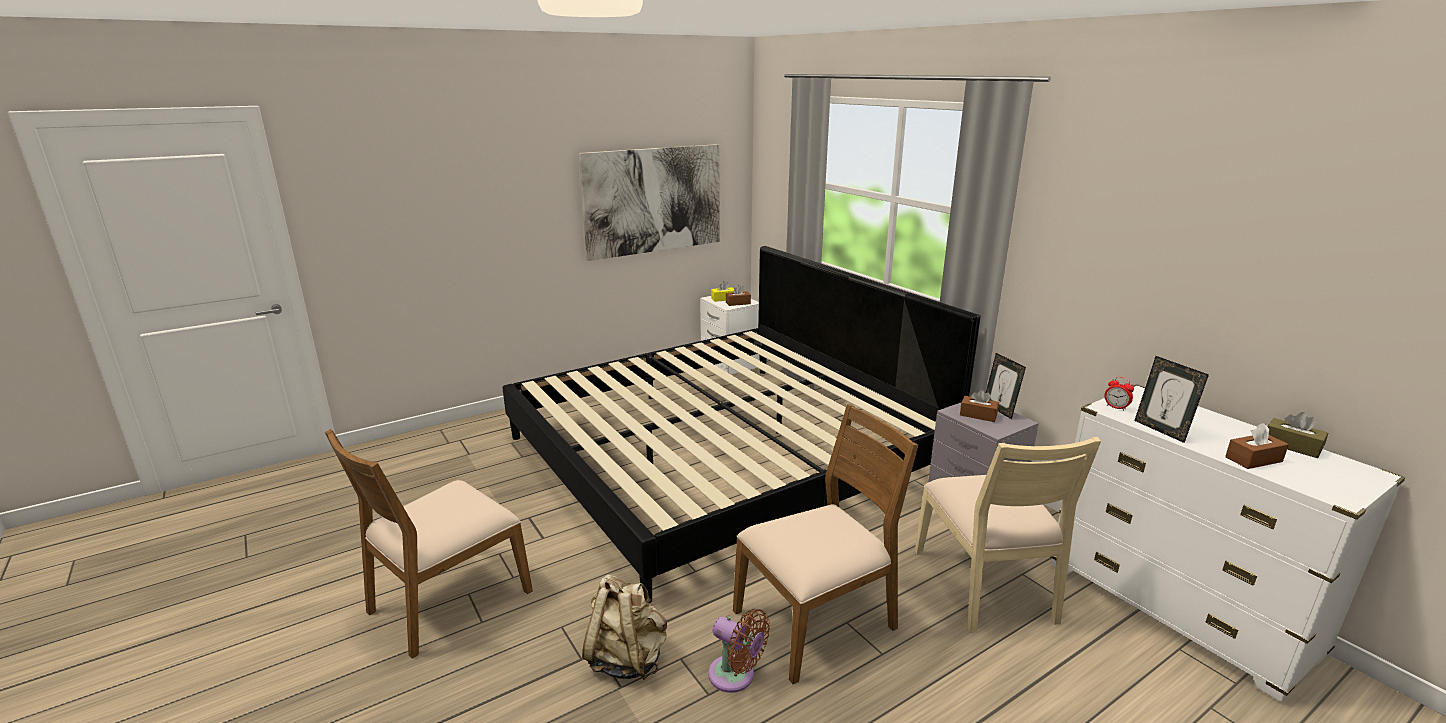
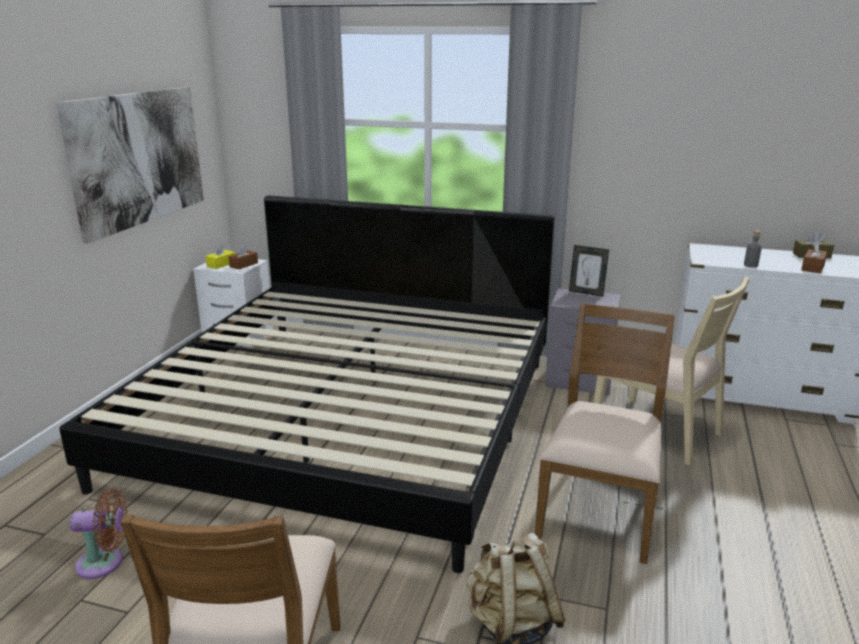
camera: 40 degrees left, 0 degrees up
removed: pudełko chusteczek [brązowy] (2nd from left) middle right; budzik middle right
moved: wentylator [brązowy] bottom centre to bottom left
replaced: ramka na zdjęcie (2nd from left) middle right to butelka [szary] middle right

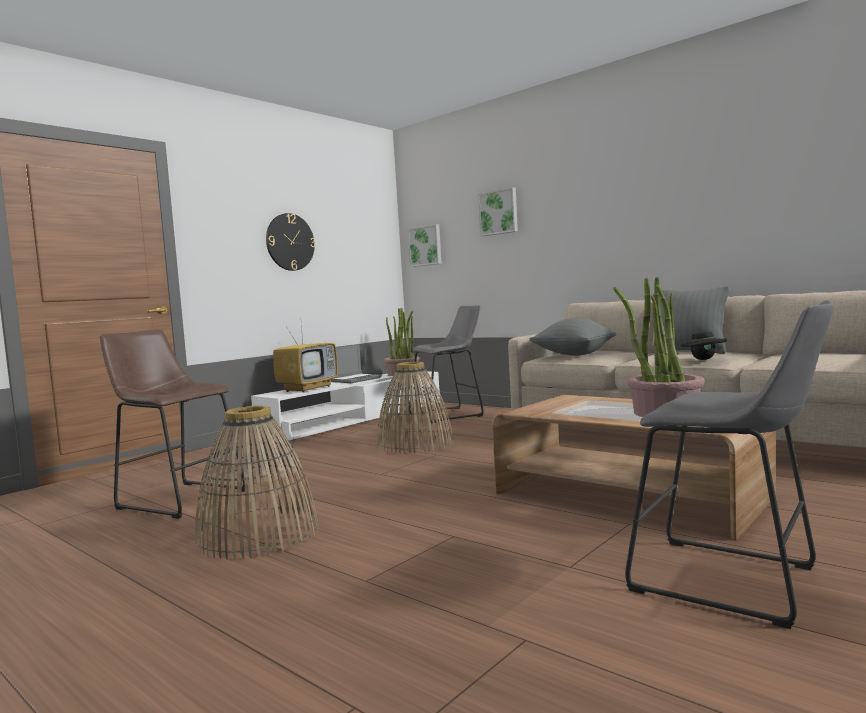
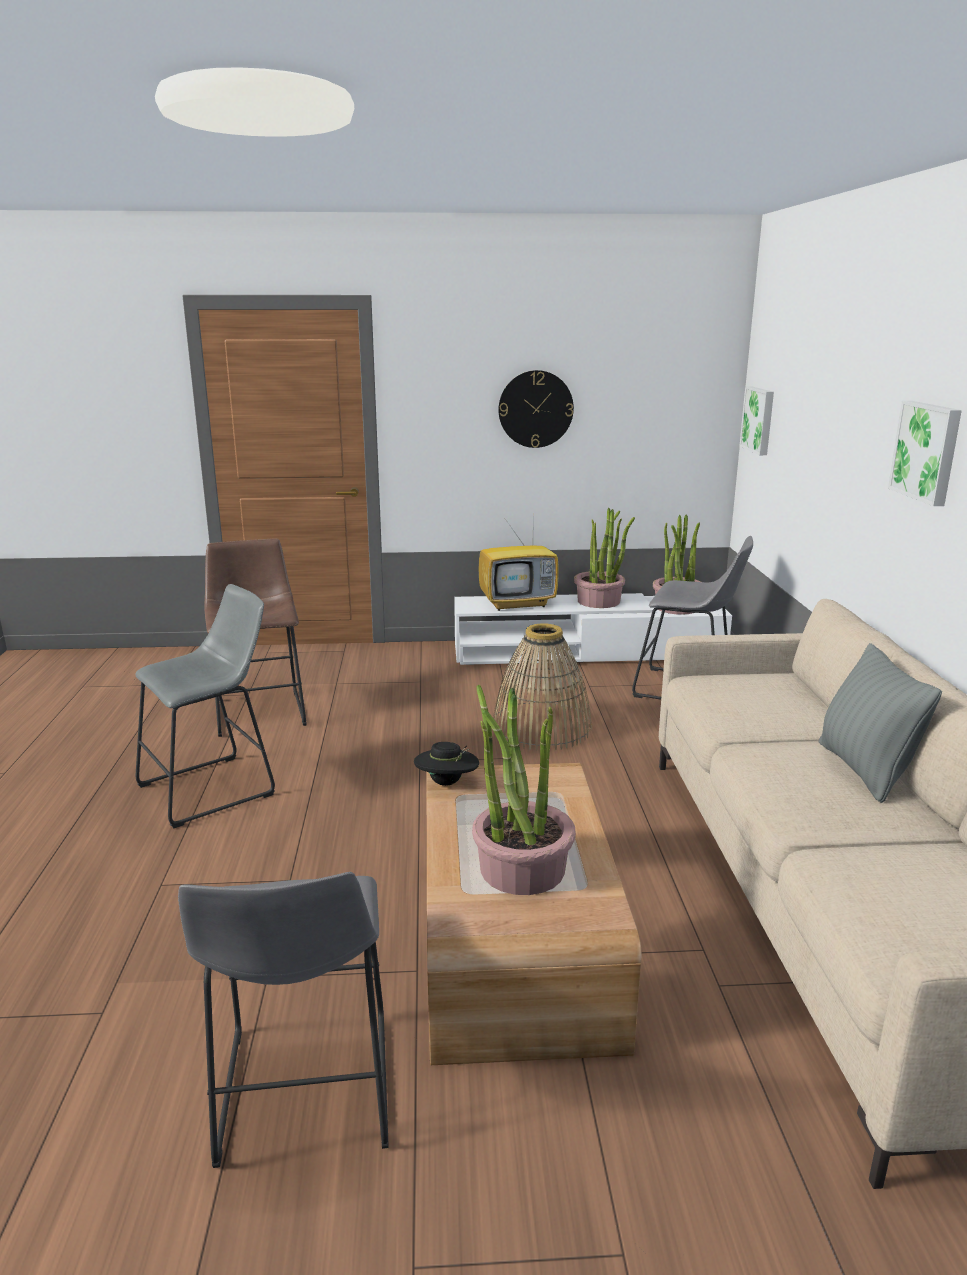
camera: 45 degrees right, 15 degrees up
removed: poduszka [szary] (1st from left) centre
moved: obraz (2nd from left) top centre to middle right; kapelusz [czarny] middle right to centre
replaced: koszyk (1st from left) bottom left to stołek [szary] (1st from left) middle left; laptop centre to roślina doniczkowa (2nd from left) centre

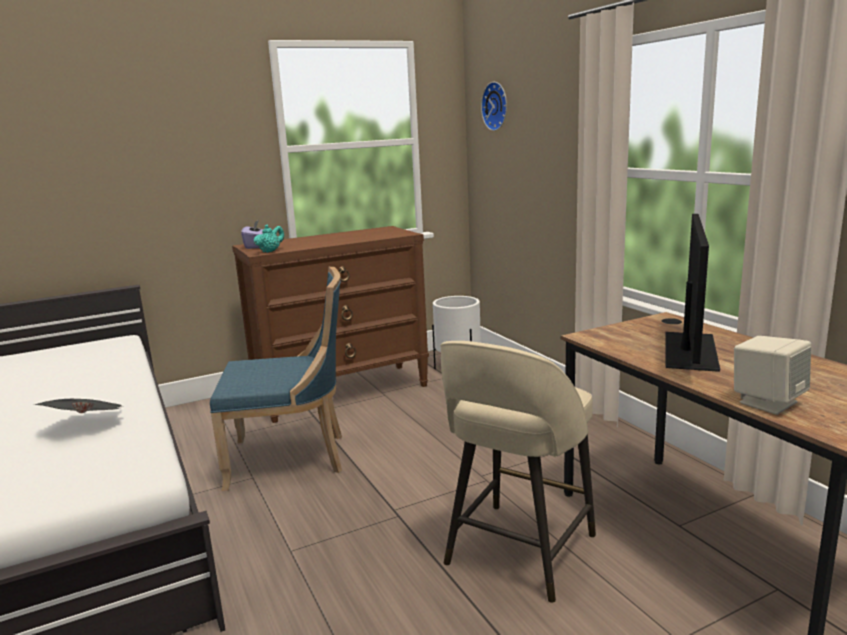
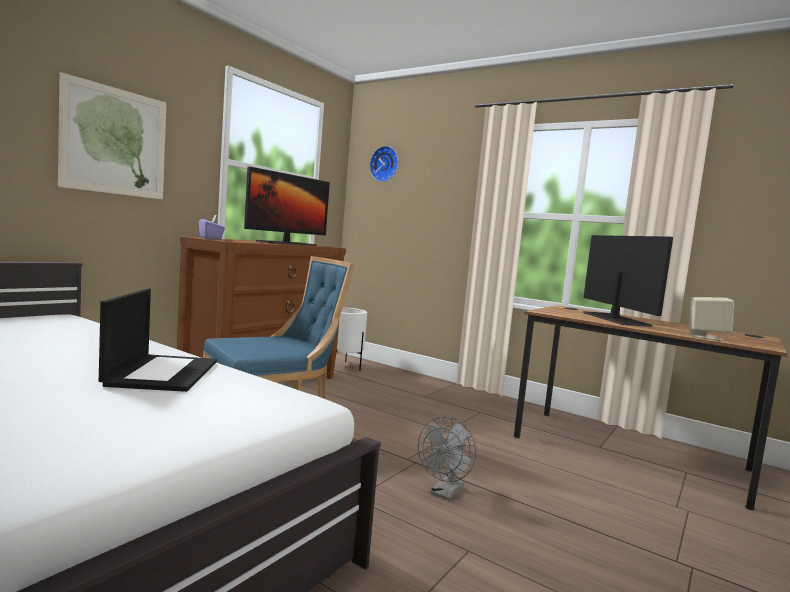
camera: 30 degrees left, 10 degrees down
removed: imbryk [turkusowy] middle left; stołek [beżowy] bottom centre
added: obraz top left; monitor (1st from left) centre; wentylator [szary] bottom centre
replaced: gazeta middle left to laptop middle left

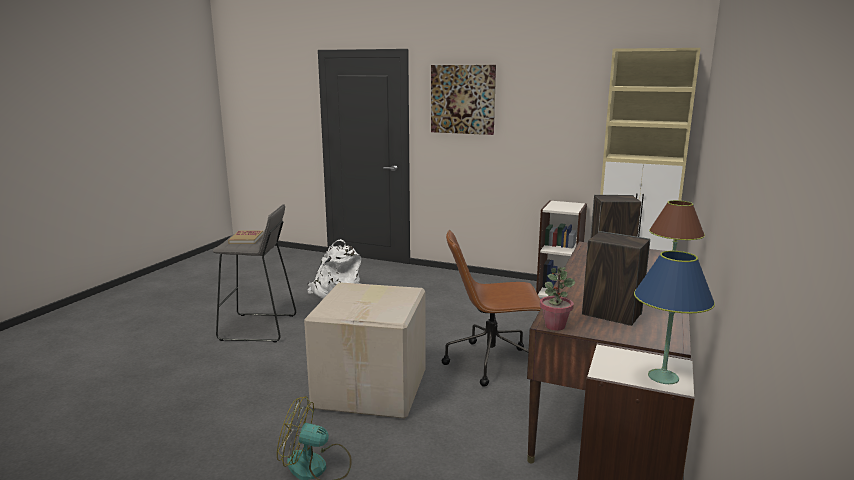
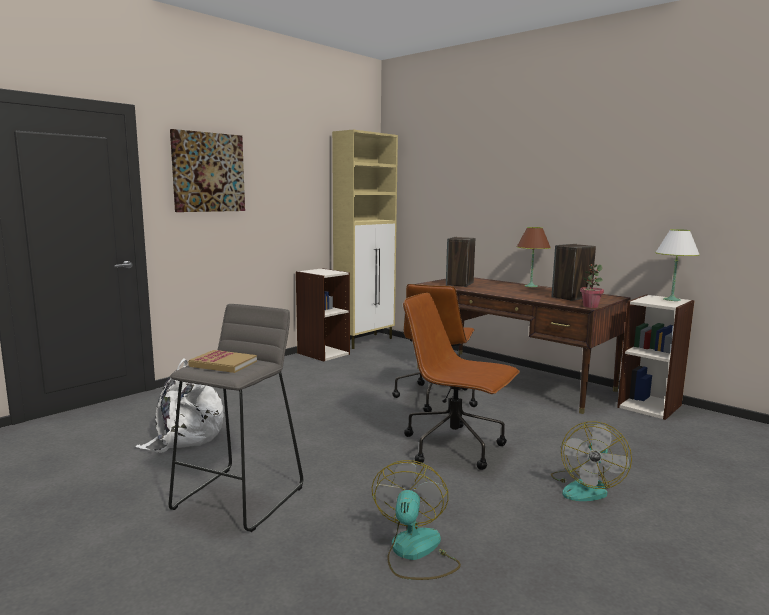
camera: 70 degrees left, 5 degrees down
added: wentylator (1st from left) bottom centre
replaced: karton bottom centre to krzesło biurowe [brązowy] (2nd from left) centre
recoloured: lampa stołowa [niebieski] middle right to lampa stołowa [biały] middle right

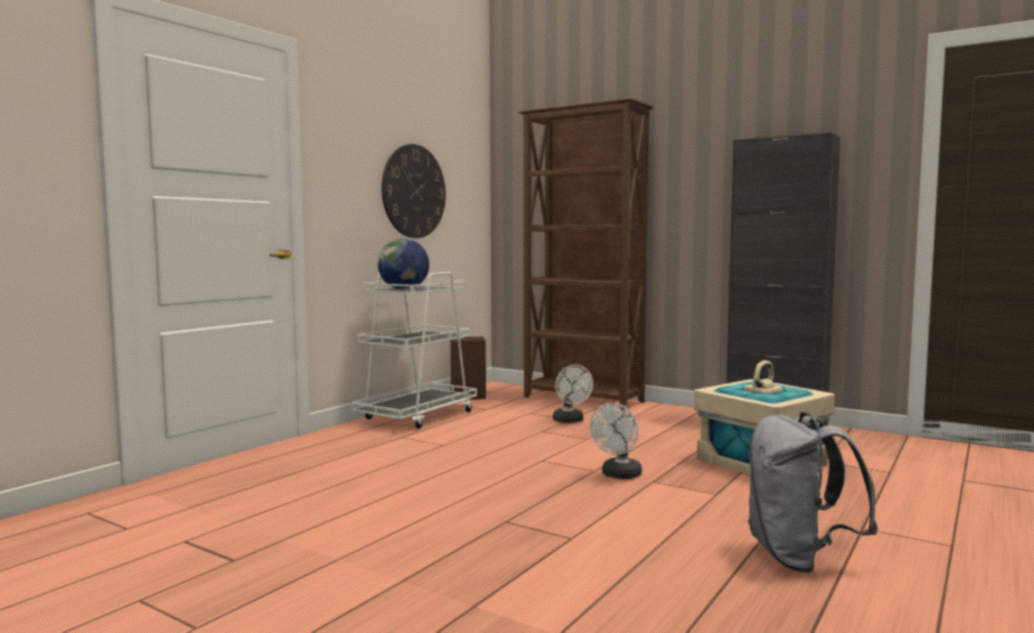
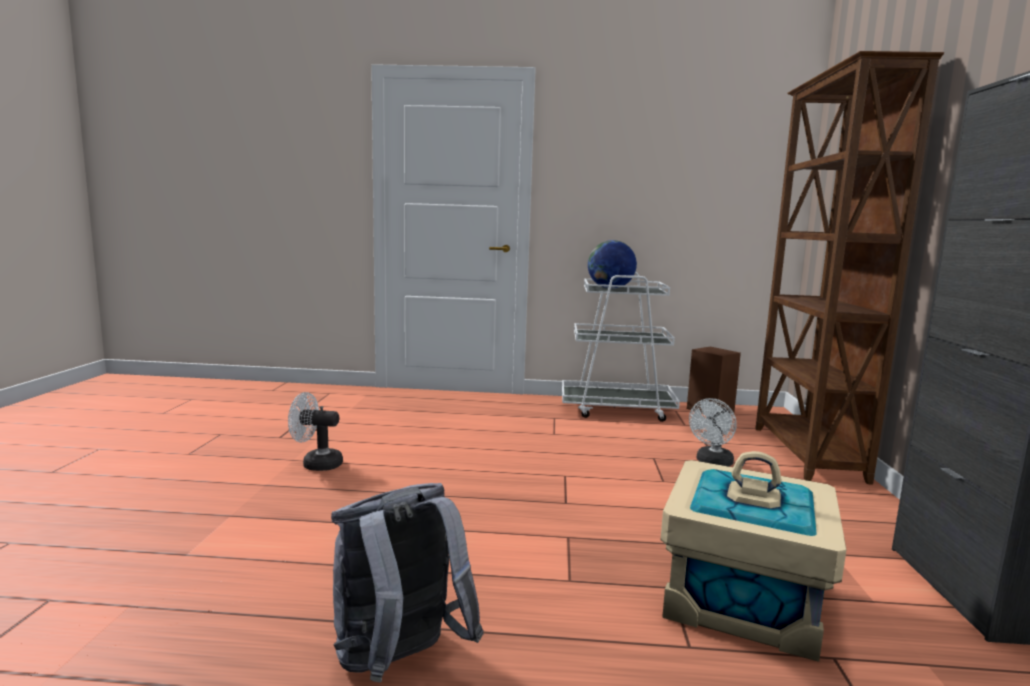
camera: 60 degrees right, 5 degrees up
removed: zegar ścienny top centre
moved: wentylator [biały] (2nd from left in the first image) bottom centre to wentylator [biały] (1st from left) middle left

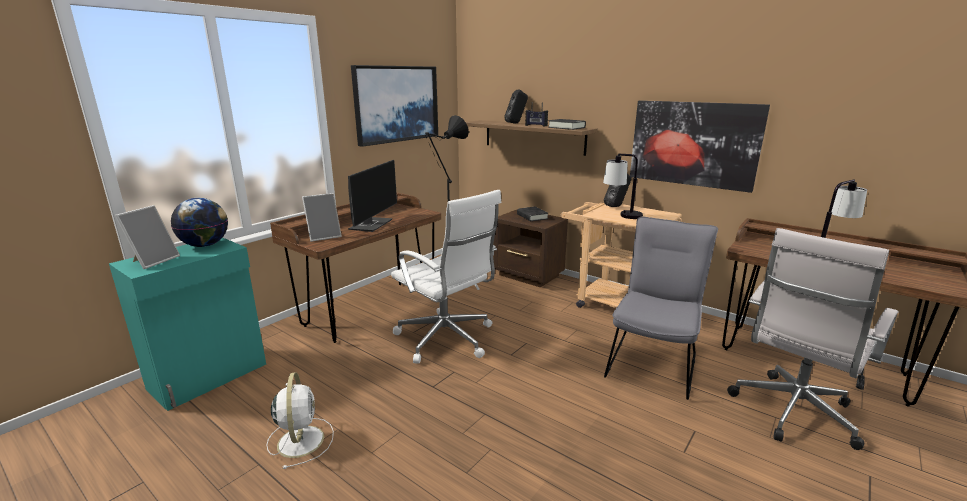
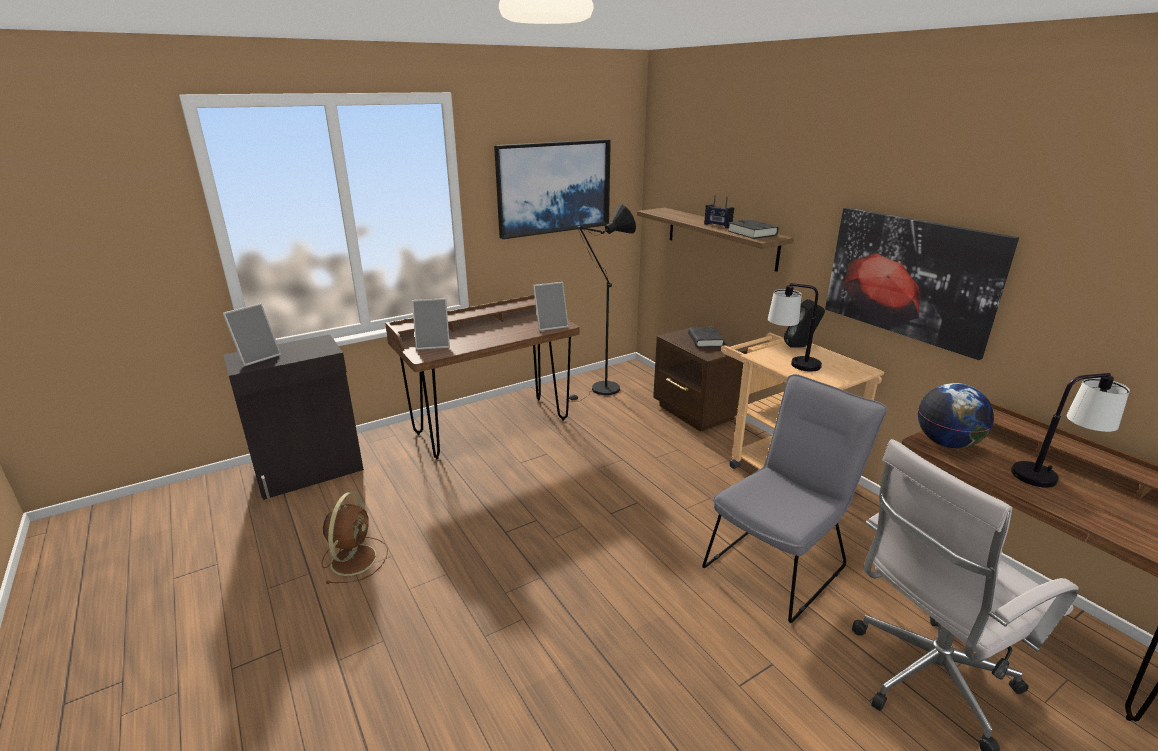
camera: 20 degrees right, 5 degrees up
removed: monitor centre; krzesło biurowe [biały] (1st from left) centre; głośnik [czarny] (1st from left) top centre
added: ramka na zdjęcie (3rd from left) centre
moved: globus middle left to middle right
recoloured: szafka [turkusowy] middle left to szafka [czarny] middle left; wentylator [biały] bottom left to wentylator [brązowy] bottom left

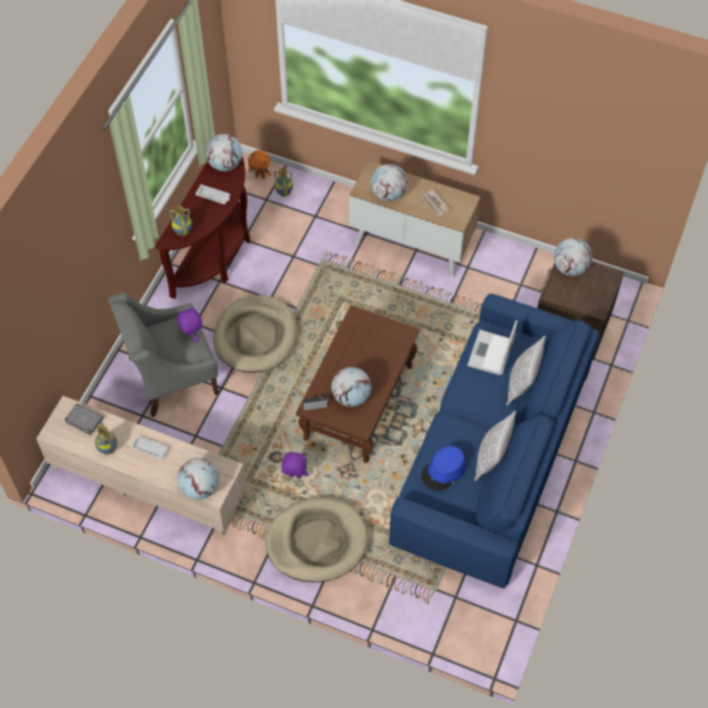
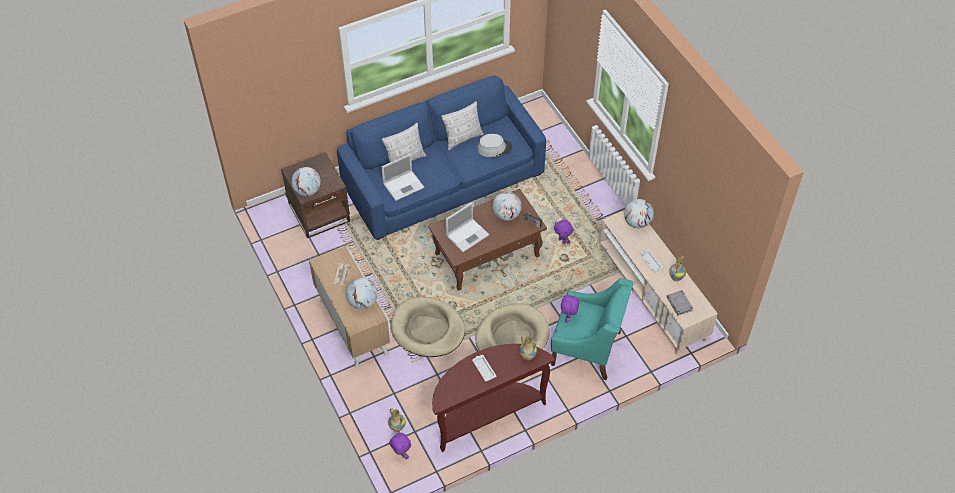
camera: 140 degrees left, 5 degrees down
removed: globus (2nd from left) top left
added: laptop (2nd from left) centre
moved: legowisko [beżowy] (2nd from left in the first image) bottom centre to legowisko [beżowy] (1st from left) centre
recoloured: fotel [szary] middle left to fotel [turkusowy] bottom centre; pluszak [pomarańczowy] top centre to pluszak [fioletowy] (1st from left) bottom centre; kapelusz [niebieski] centre to kapelusz [szary] top centre

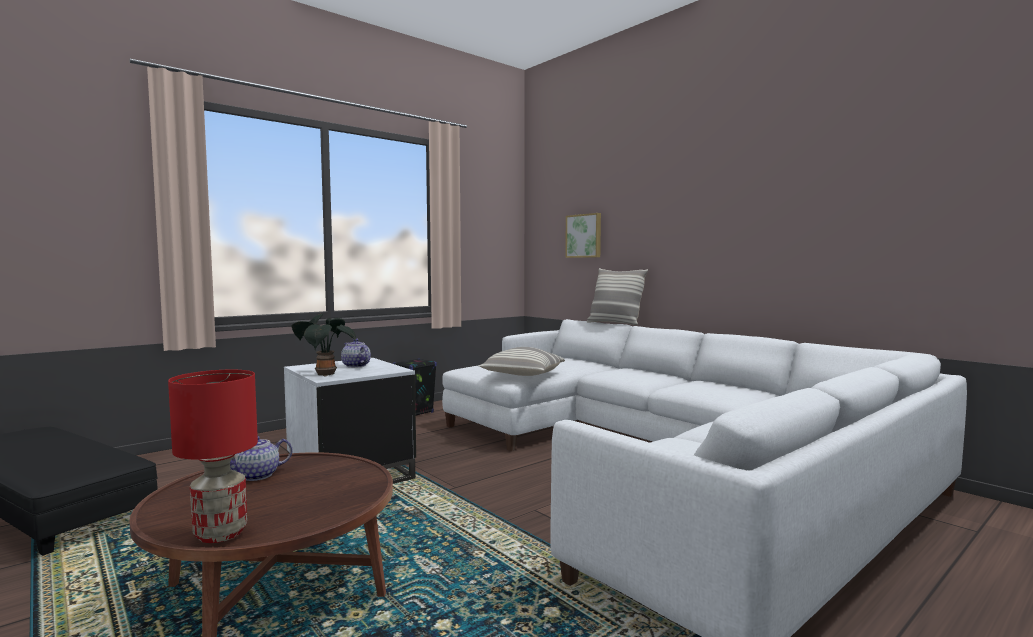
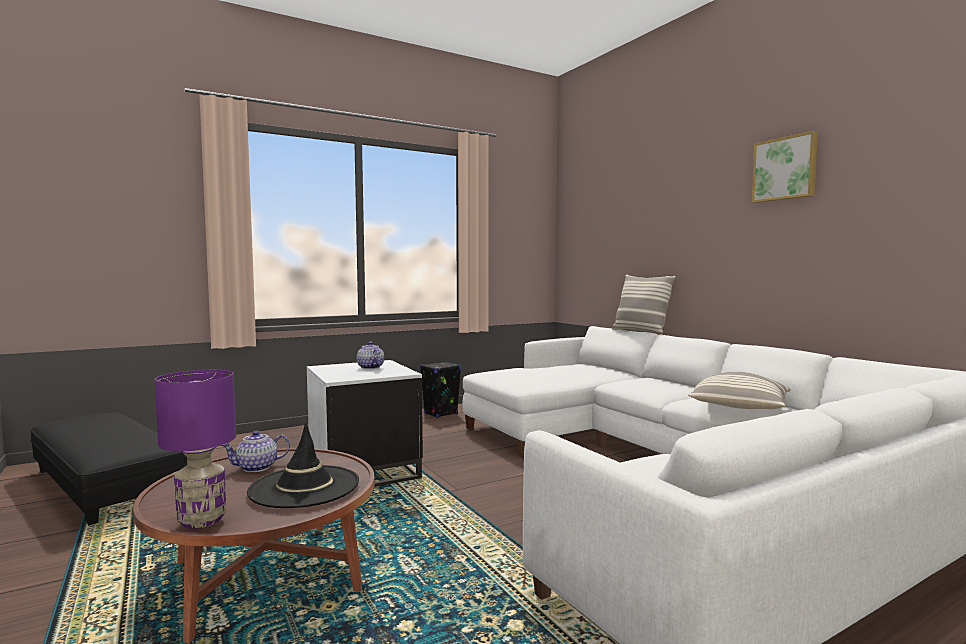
camera: 10 degrees right, 0 degrees up
removed: roślina doniczkowa middle left
added: kapelusz [czarny] bottom left
moved: poduszka (1st from left in the first image) centre to poduszka (2nd from left) middle right; obraz centre to top right
recoloured: lampa stołowa [czerwony] bottom left to lampa stołowa [fioletowy] bottom left

